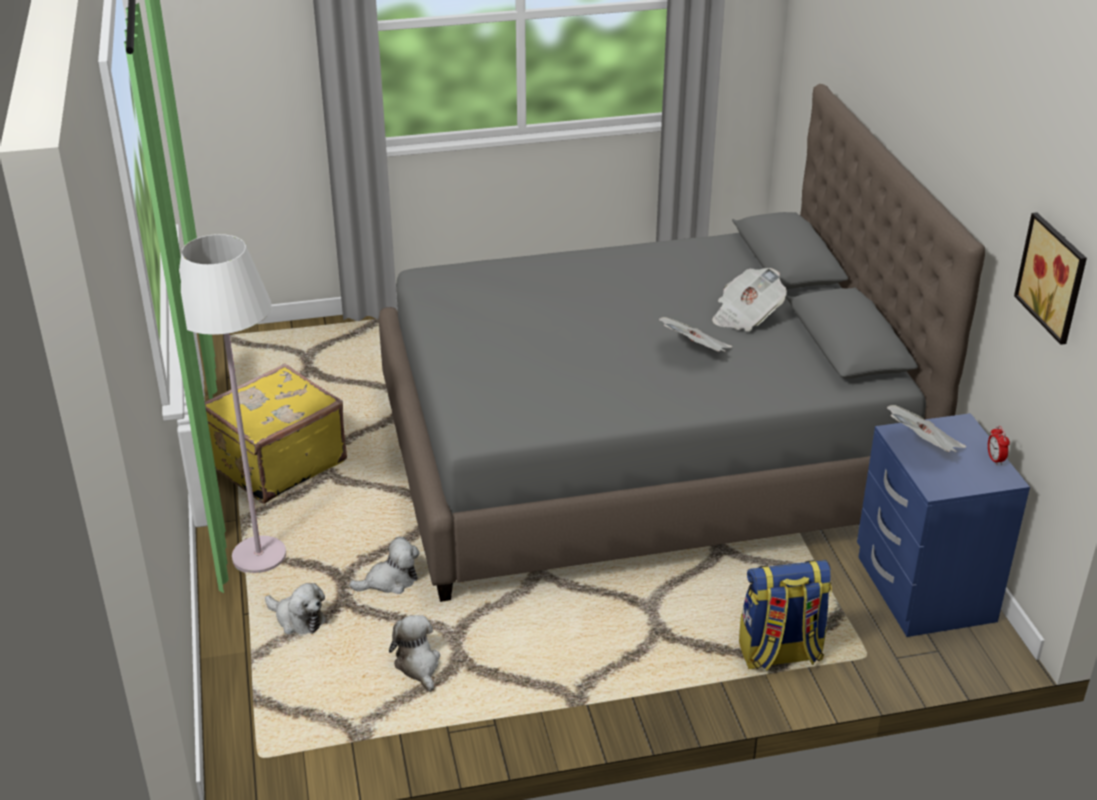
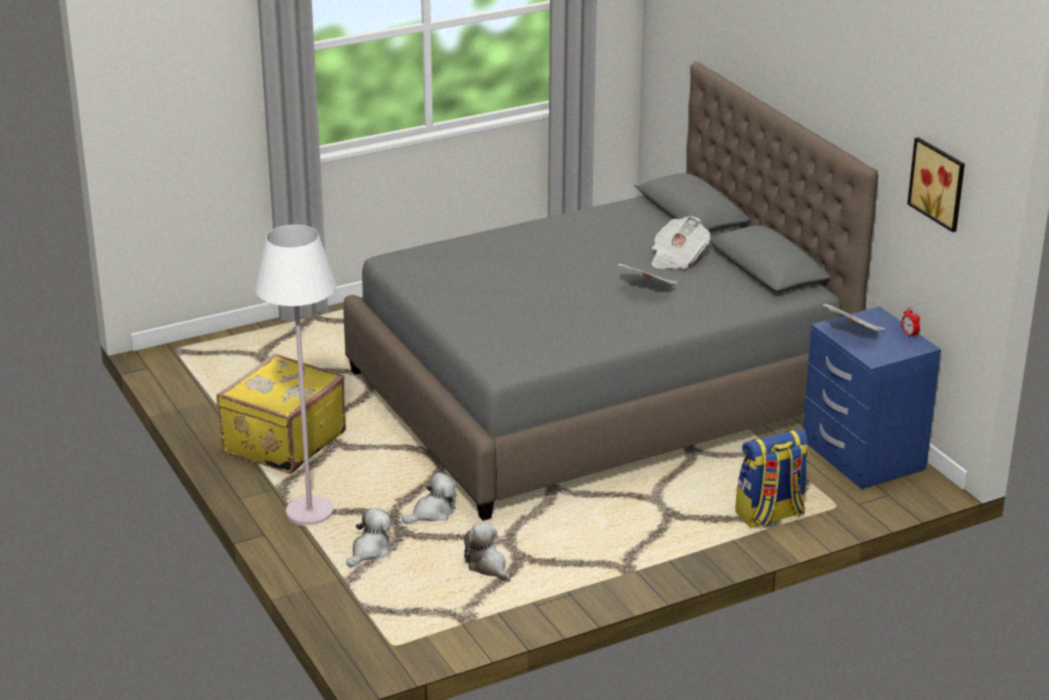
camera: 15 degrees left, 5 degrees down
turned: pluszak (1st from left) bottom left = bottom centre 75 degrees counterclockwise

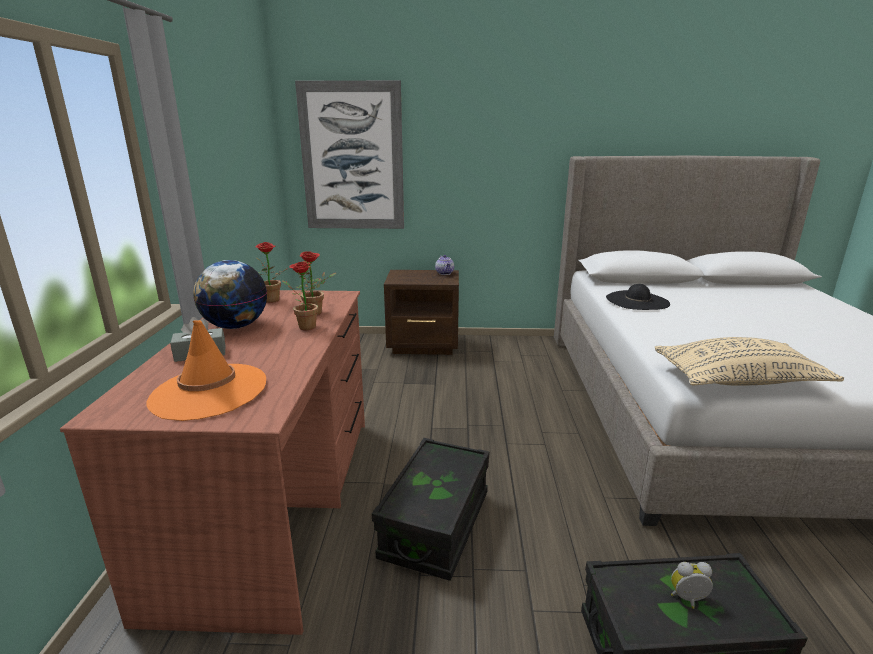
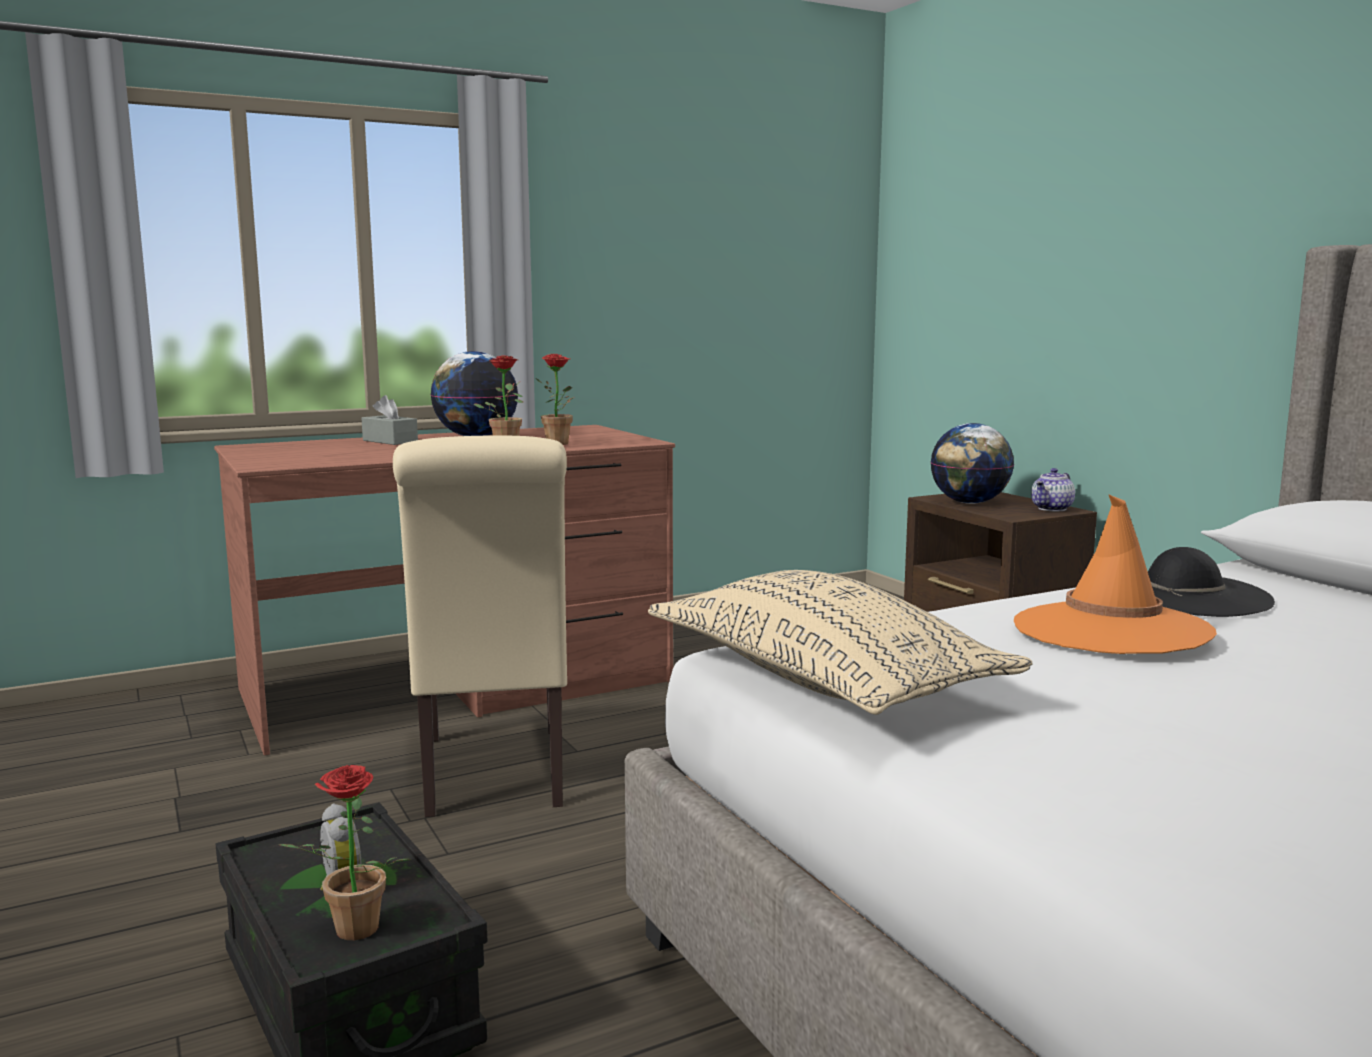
camera: 60 degrees right, 10 degrees down
removed: obraz top centre
added: globus (2nd from left) middle right
moved: kapelusz [pomarańczowy] middle left to middle right; roślina doniczkowa (1st from left) middle left to bottom left
replaced: pojemnik do przechowywania [czarny] (1st from left) bottom centre to krzesło [beżowy] centre

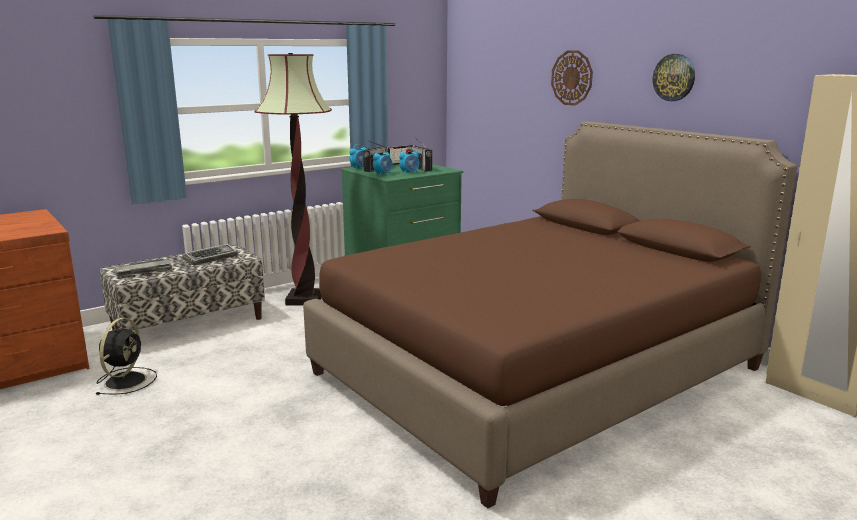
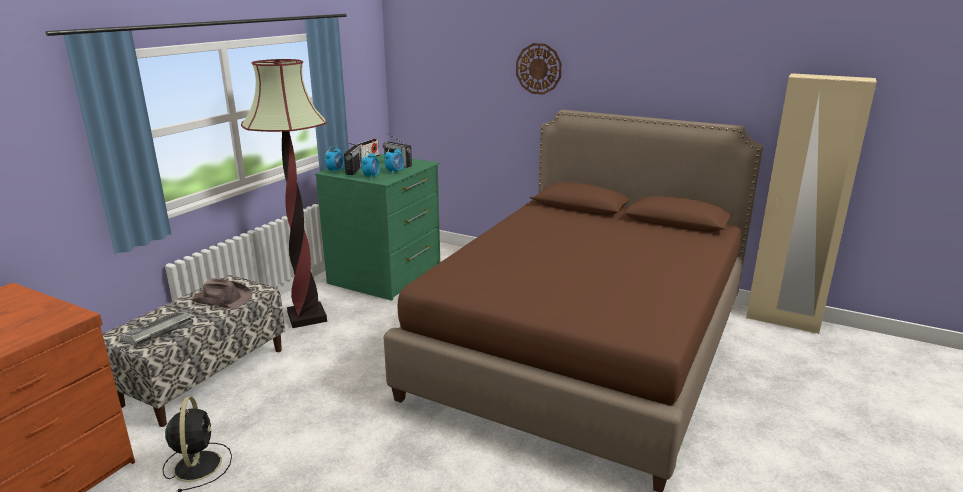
camera: 25 degrees left, 5 degrees up
removed: zegar ścienny (2nd from left) top right
replaced: klawiatura (2nd from left) middle left to kapelusz [brązowy] middle left

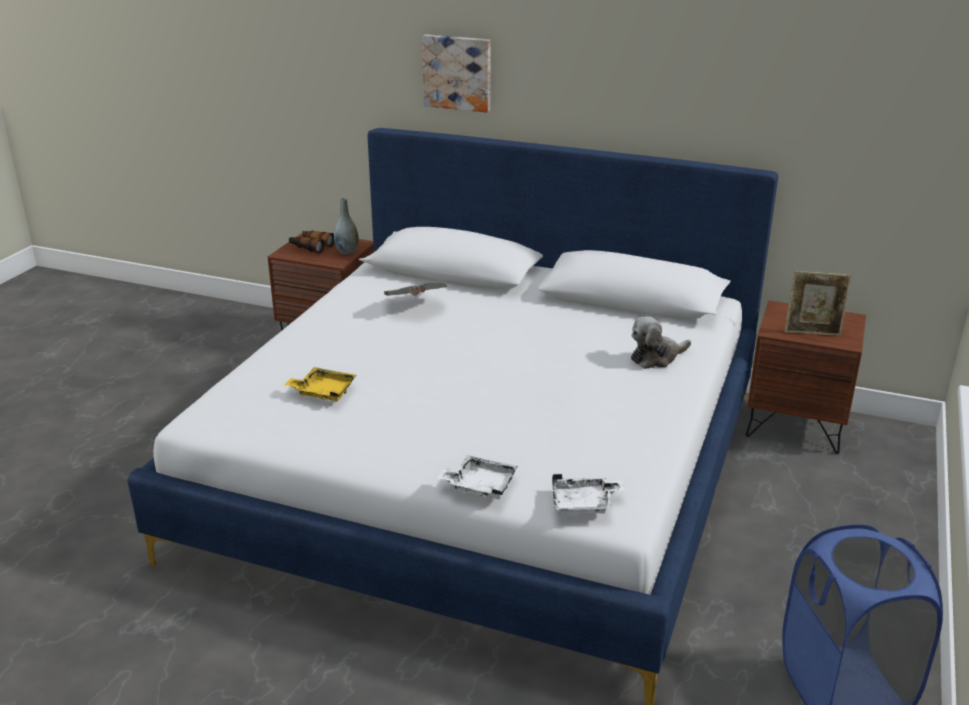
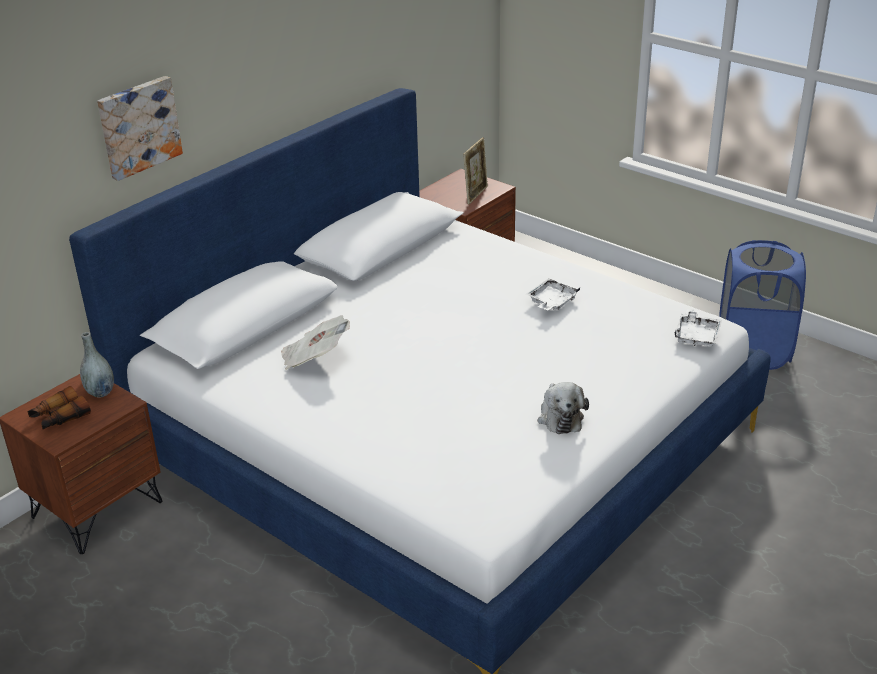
camera: 70 degrees left, 5 degrees up
removed: taca [żółty] middle left
moved: taca [biały] (1st from left) bottom centre to centre; pluszak middle right to centre

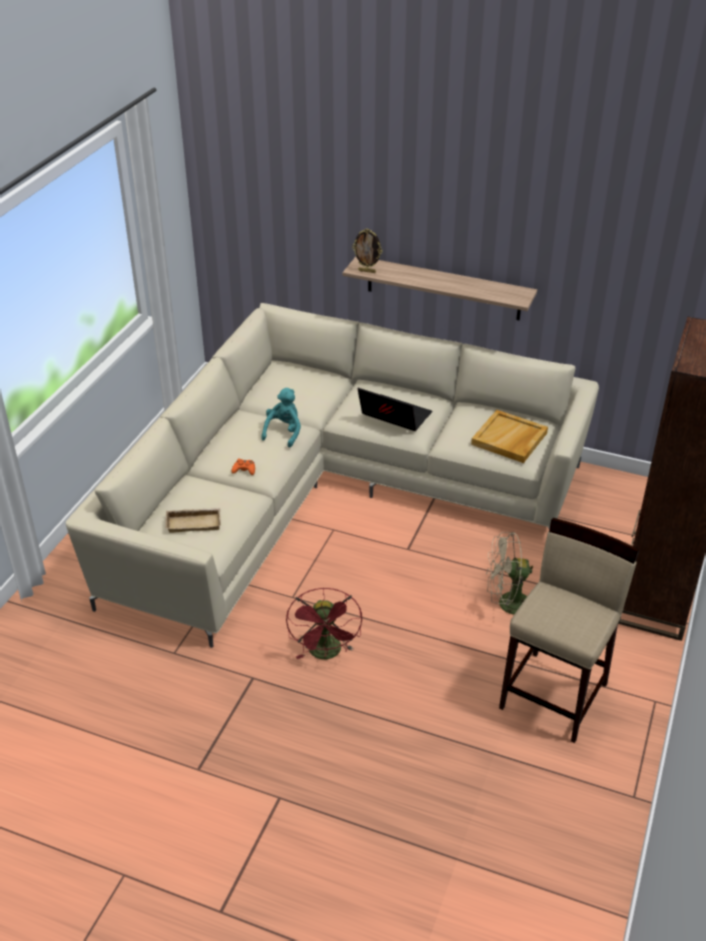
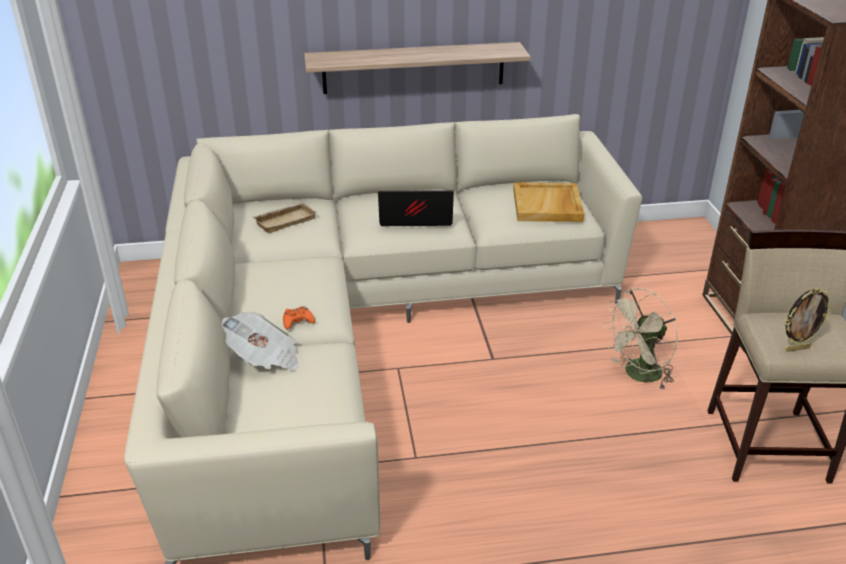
camera: 30 degrees left, 5 degrees down
removed: pluszak [turkusowy] centre; wentylator [czerwony] centre
added: gazeta middle left
moved: taca [beżowy] (1st from left) middle left to centre; ramka na zdjęcie top centre to middle right

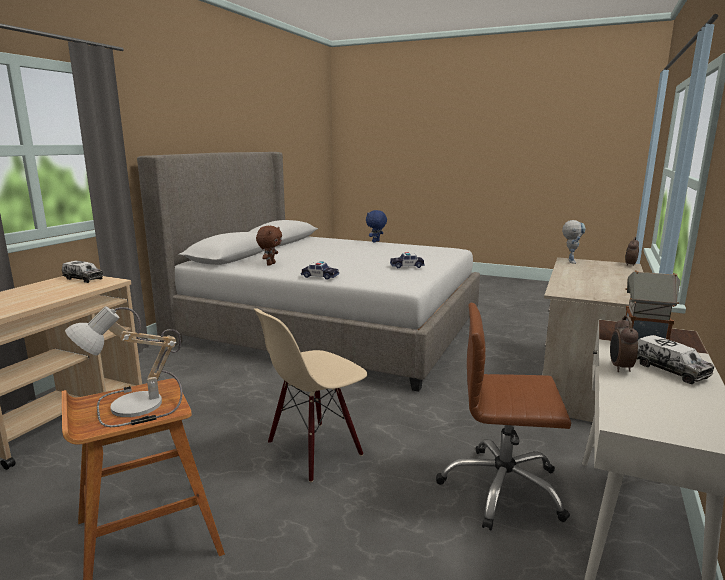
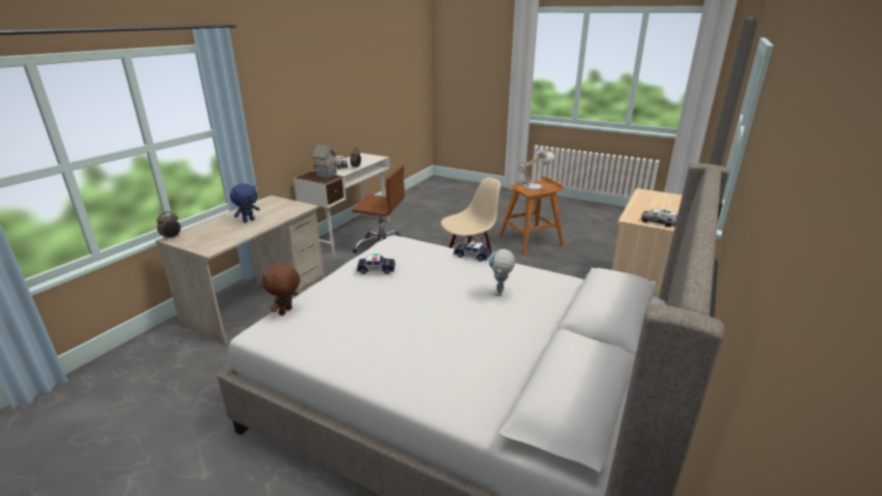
camera: 175 degrees left, 10 degrees up
moved: pluszak [brązowy] centre to middle left; pluszak [niebieski] centre to middle left; robot zabawkowy middle right to centre

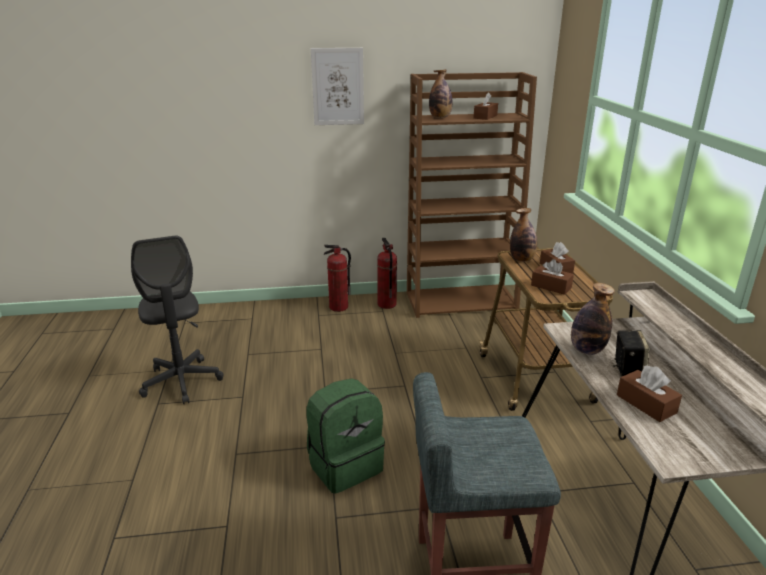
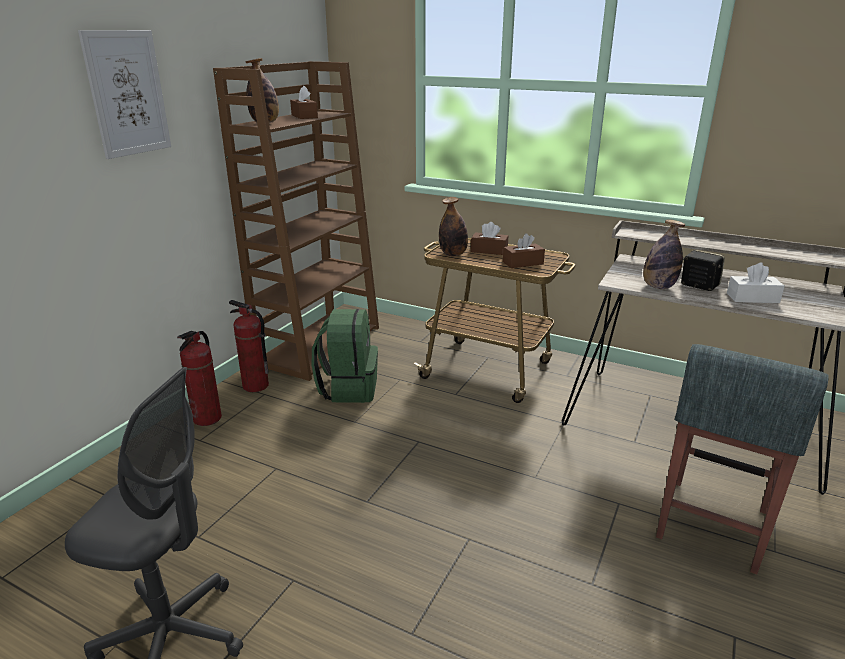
camera: 55 degrees left, 0 degrees up
moved: plecak [zielony] bottom centre to centre
recoloured: pudełko chusteczek [brązowy] (4th from left) bottom right to pudełko chusteczek [biały] middle right

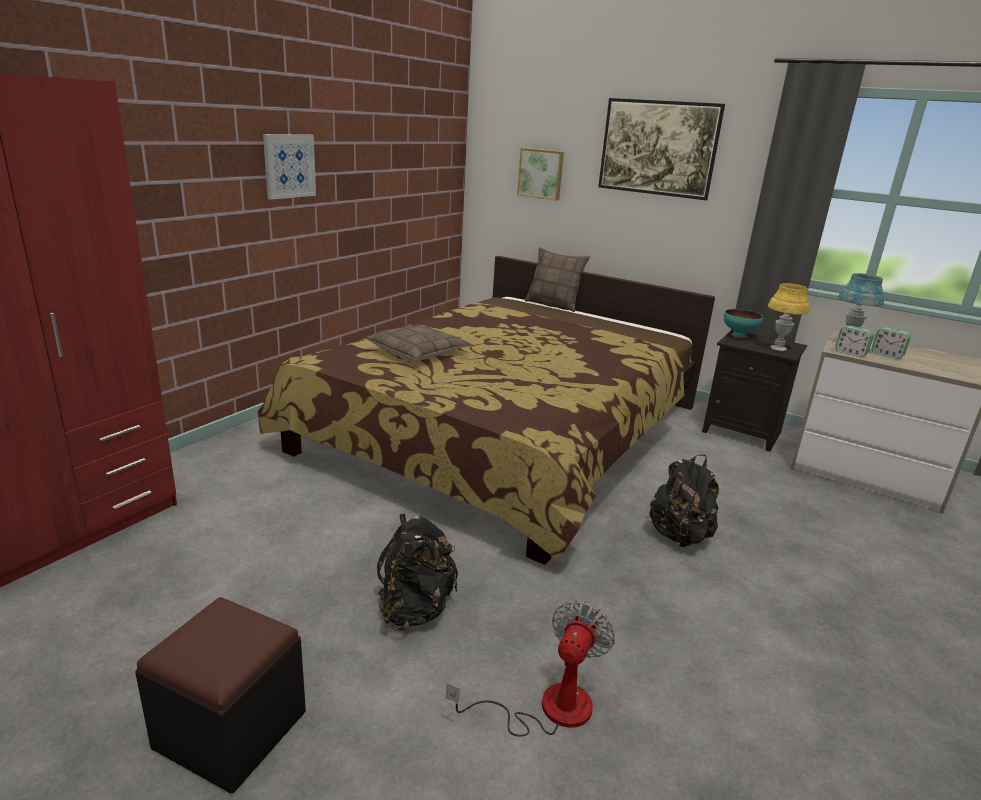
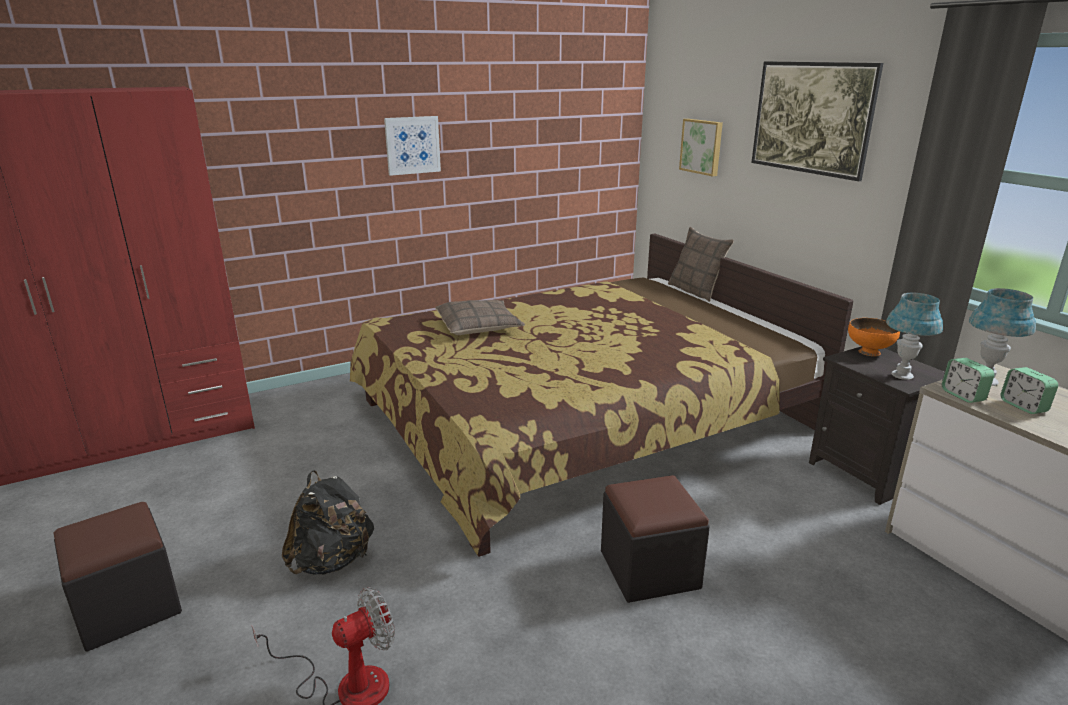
camera: 30 degrees right, 0 degrees up
replaced: plecak [czarny] (2nd from left) middle right to pufa [czarny] (2nd from left) bottom centre
recoloured: miska [turkusowy] middle right to miska [pomarańczowy] middle right; lampa stołowa [żółty] middle right to lampa stołowa [niebieski] (1st from left) middle right

